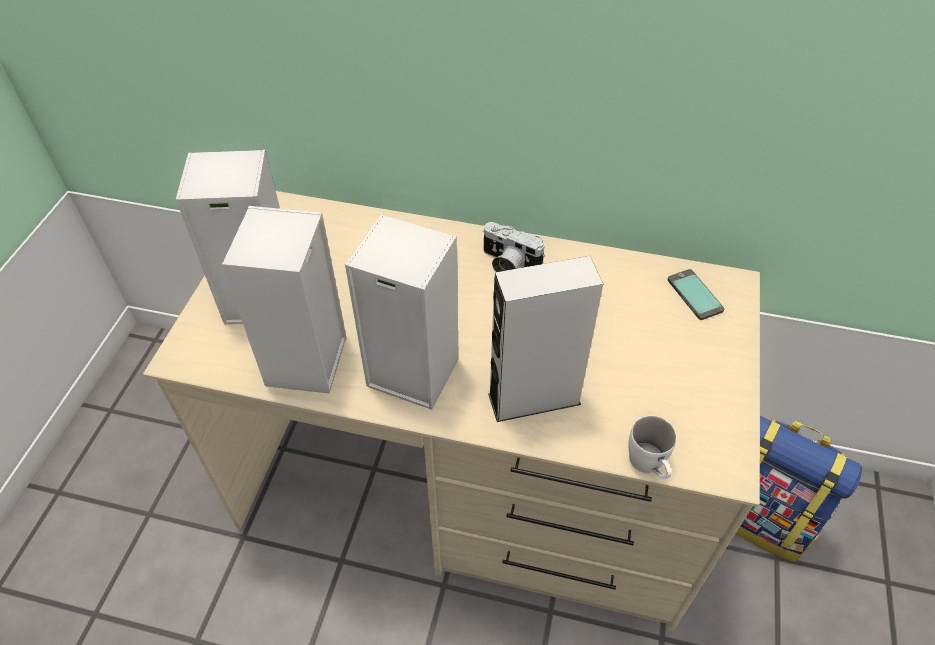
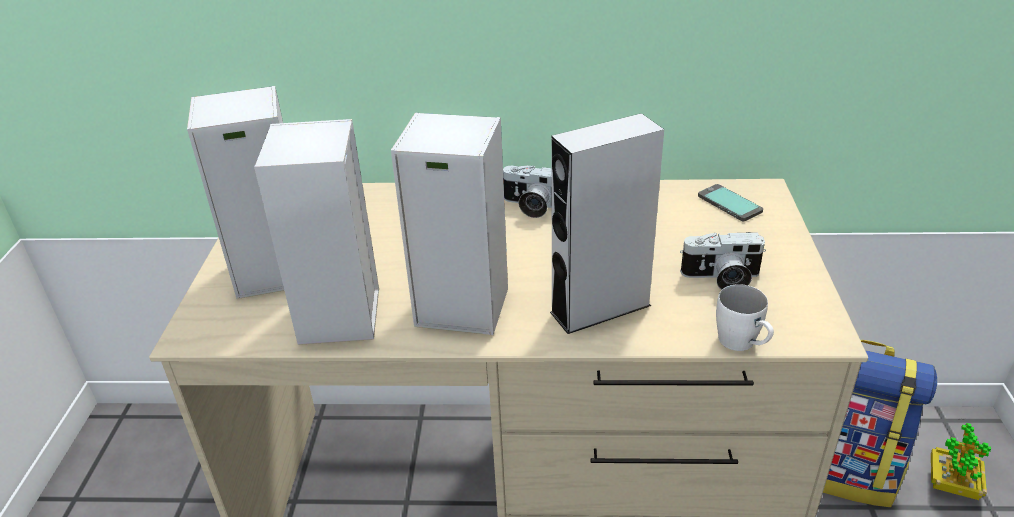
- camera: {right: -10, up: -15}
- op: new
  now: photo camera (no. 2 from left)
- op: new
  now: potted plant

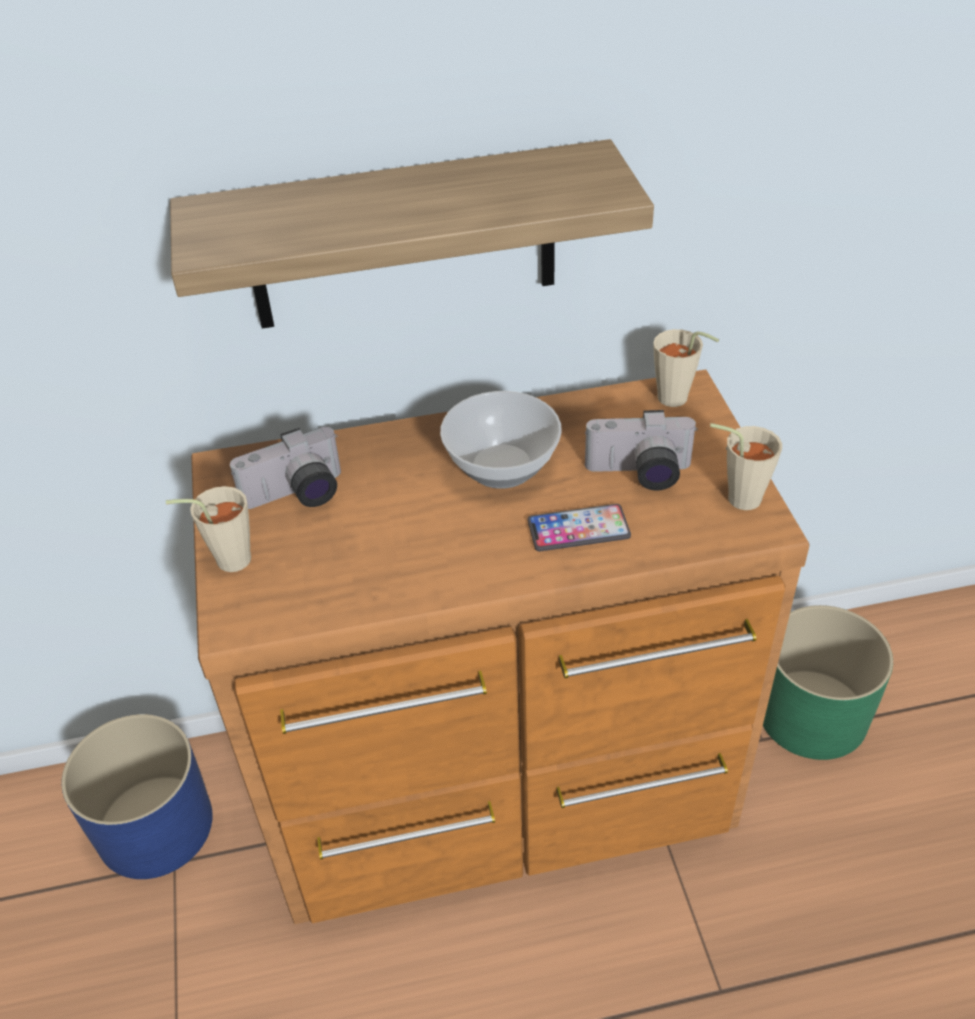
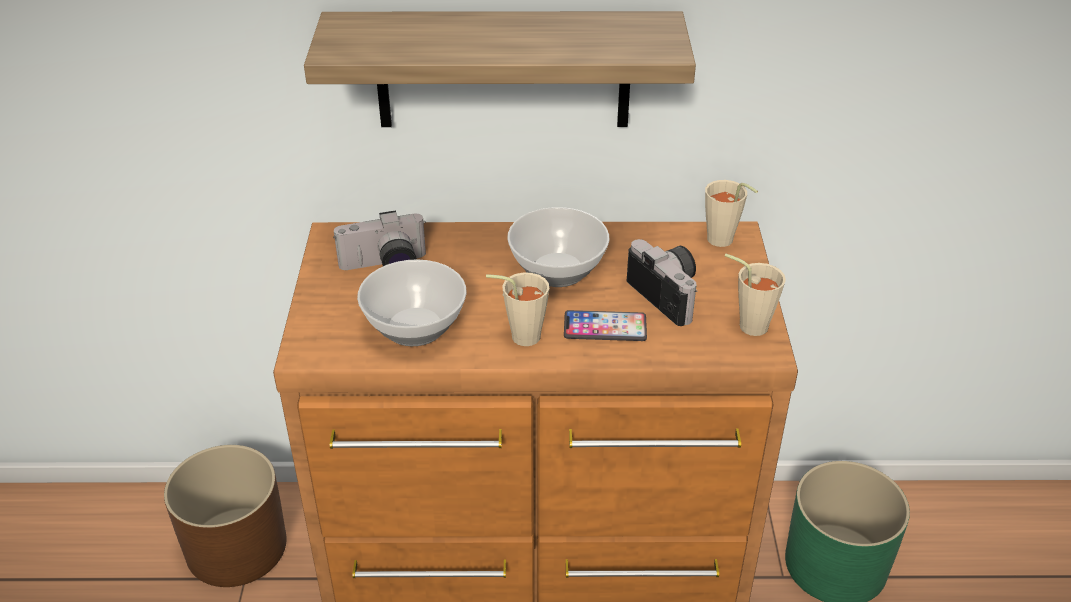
- camera: {right: 10, up: -5}
- op: rotated
  was: photo camera (no. 2 from left)
  clockwise: -135
- op: shifted
  was: beige cup (no. 1 from left)
- op: repainted
  was: blue planter
  now: brown planter
- op: new
  now: bowl (no. 1 from left)

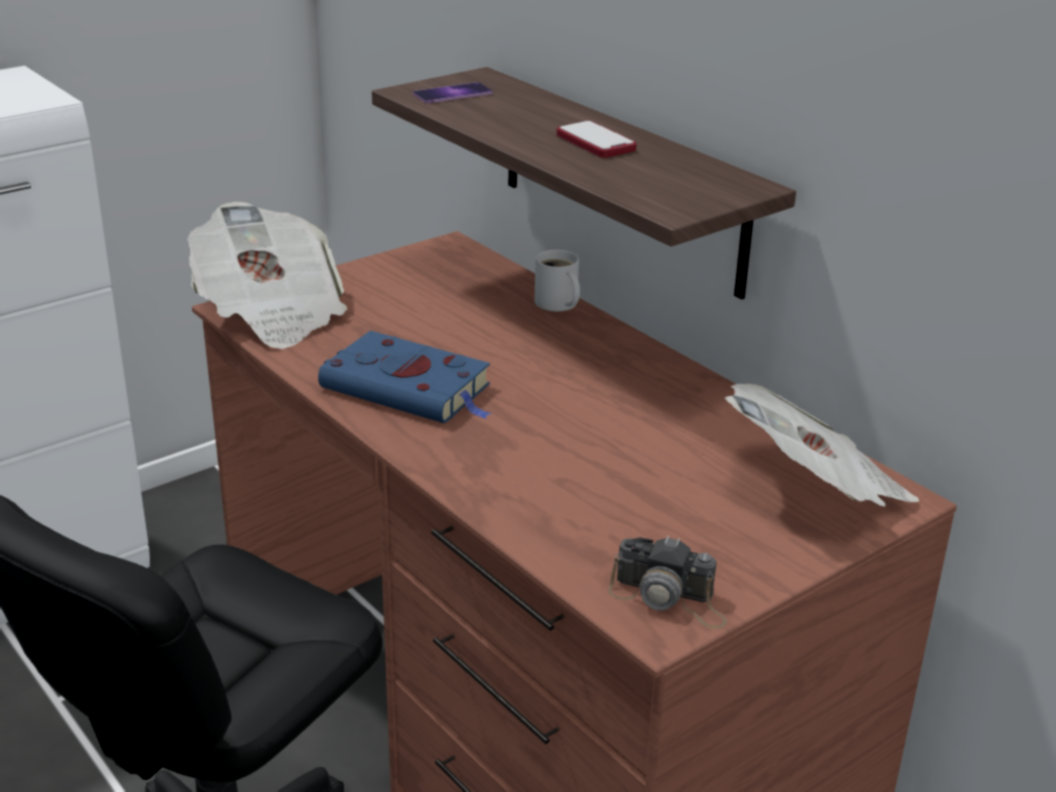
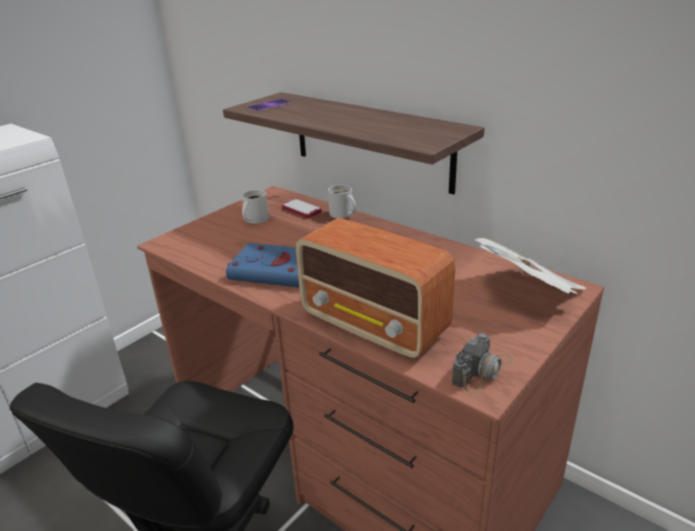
- camera: {right: -10, up: 0}
- op: shifted
  was: phone (no. 2 from left)
- op: gone
  was: newspaper (no. 1 from left)
- op: rotated
  was: photo camera
  clockwise: -60
- op: new
  now: white mug (no. 1 from left)
- op: new
  now: radio

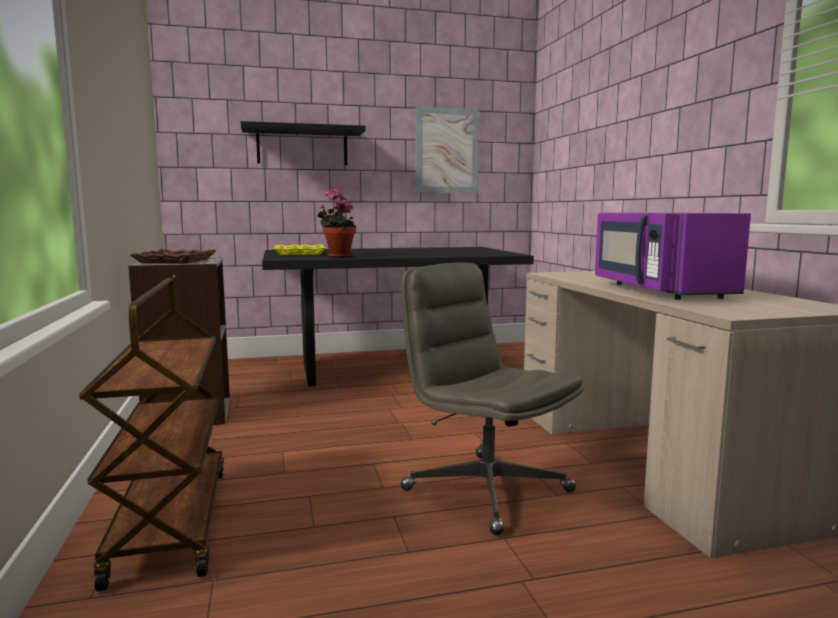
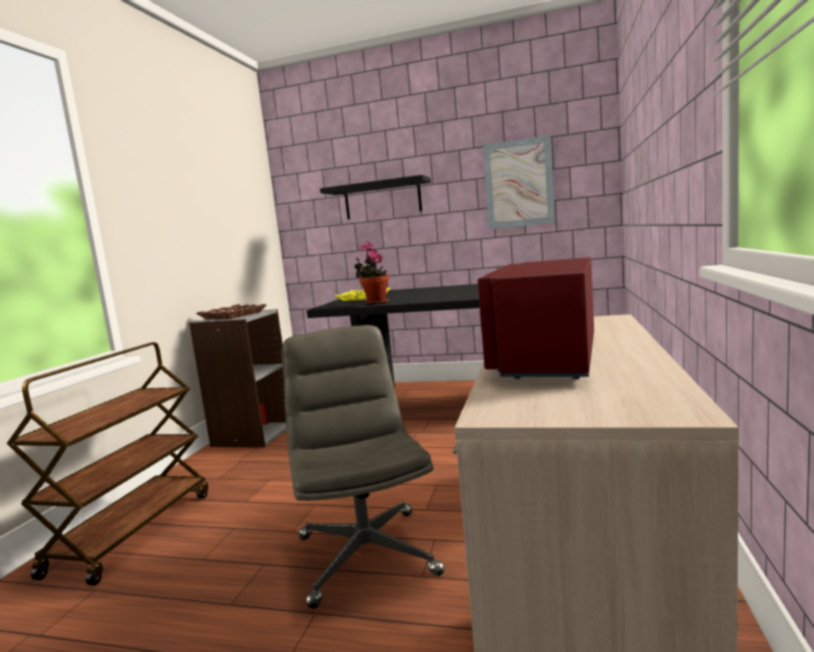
- camera: {right: 30, up: 0}
- op: repainted
  was: purple microwave
  now: red microwave

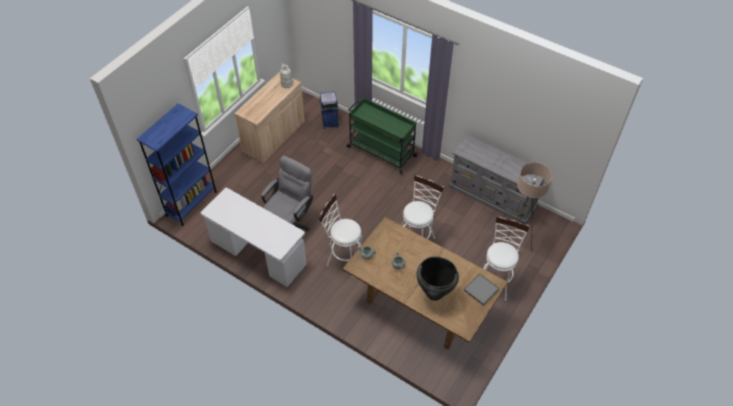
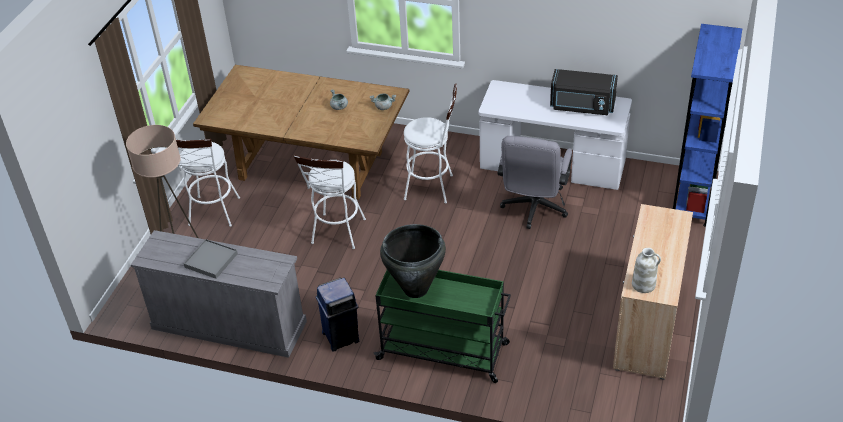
- camera: {right: 165, up: -10}
- op: shifted
  was: blue trash can
- op: shifted
  was: black vase
- op: shifted
  was: grey tray
- op: new
  now: black microwave

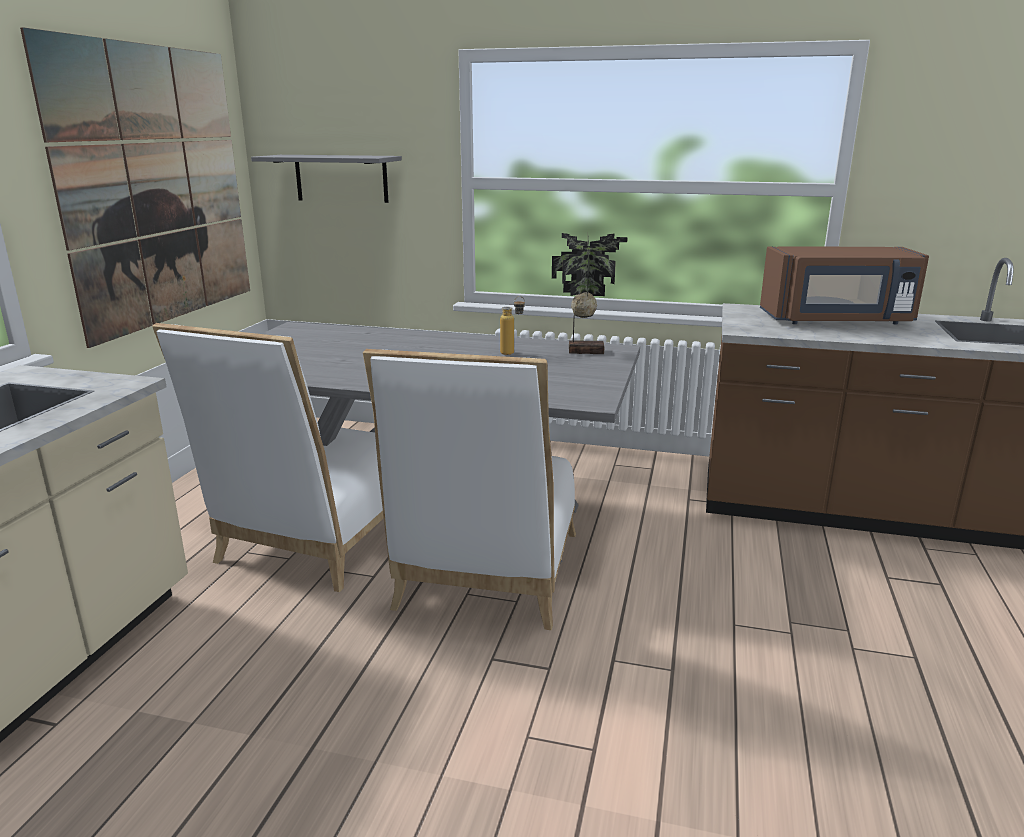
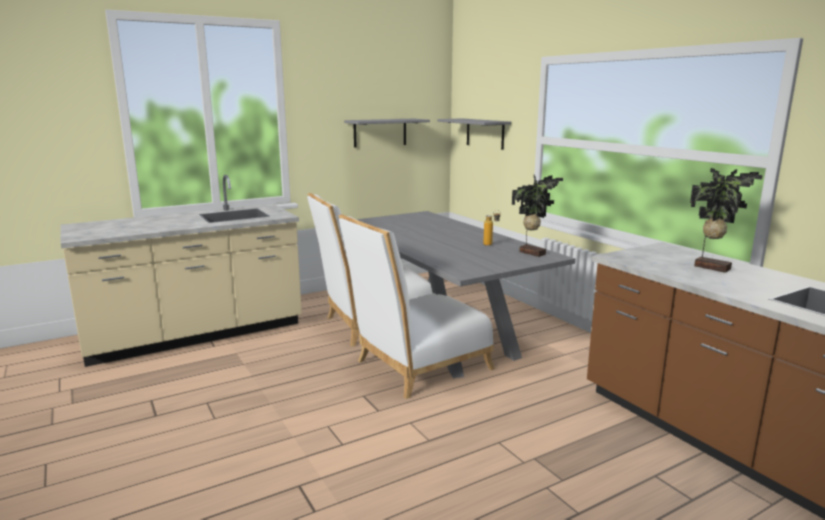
- camera: {right: 45, up: -5}
- op: swapped
  was: picture
  now: grey shelf (no. 1 from left)
- op: swapped
  was: brown microwave
  now: potted plant (no. 2 from left)

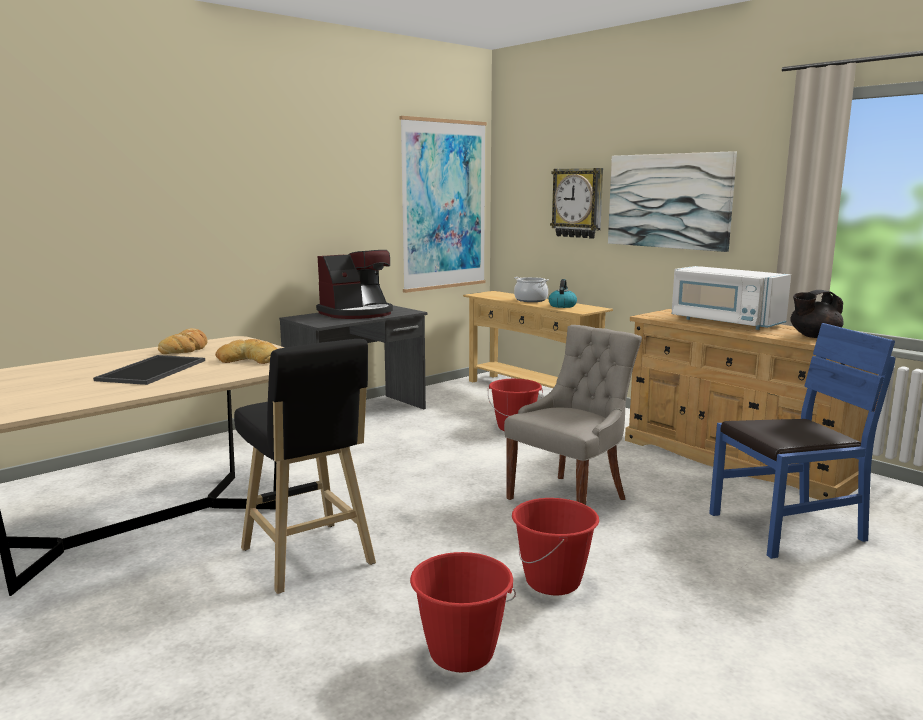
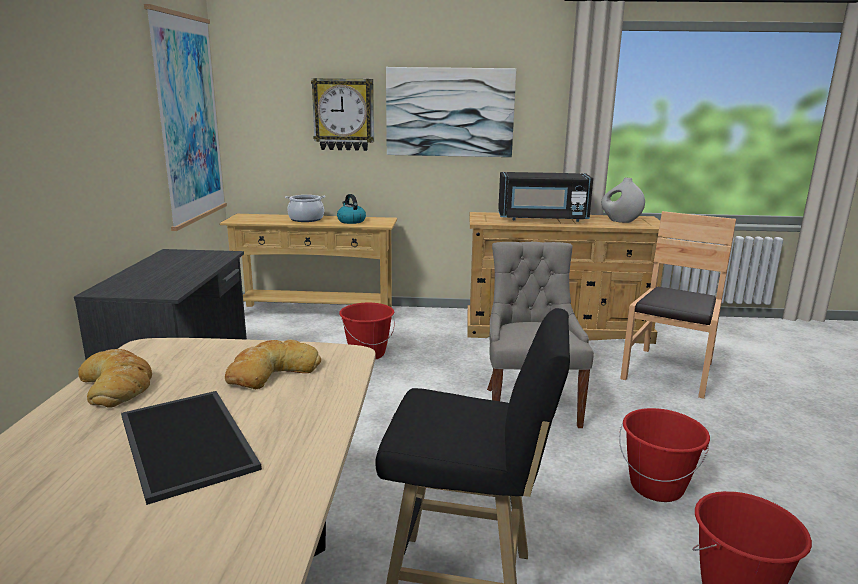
- camera: {right: -45, up: 5}
- op: gone
  was: coffee machine
- op: repainted
  was: white microwave
  now: black microwave
- op: swapped
  was: black teapot
  now: white vase
- op: repainted
  was: blue chair
  now: brown chair

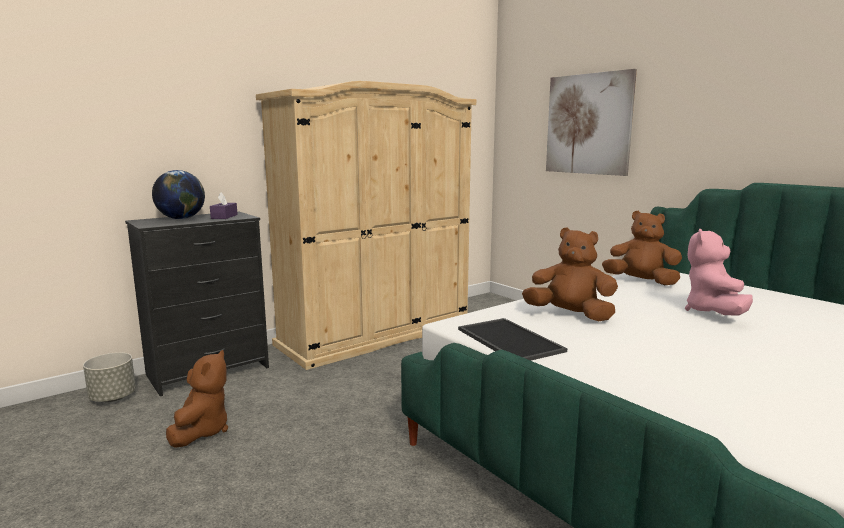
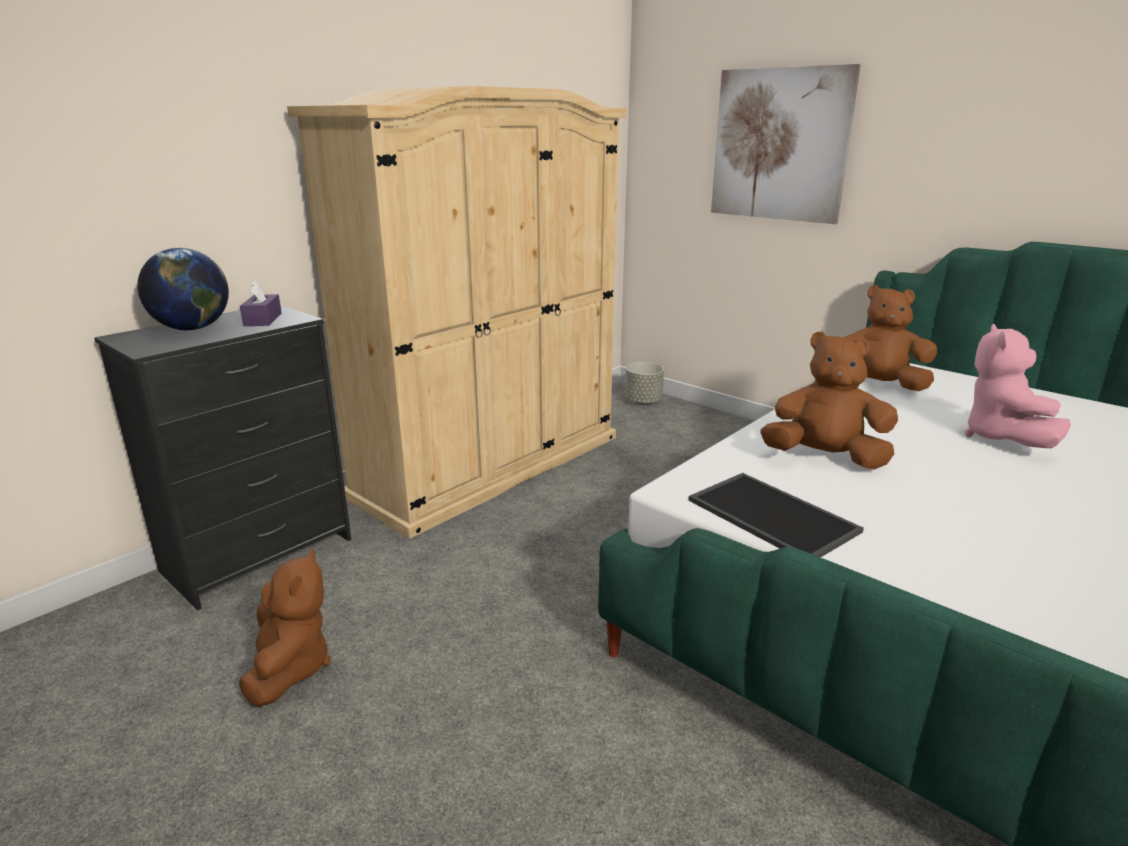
- camera: {right: -10, up: 10}
- op: shifted
  was: grey planter

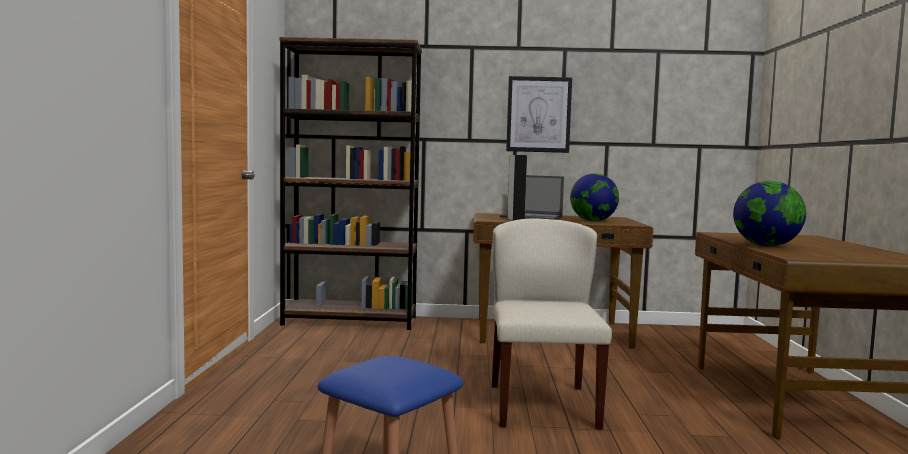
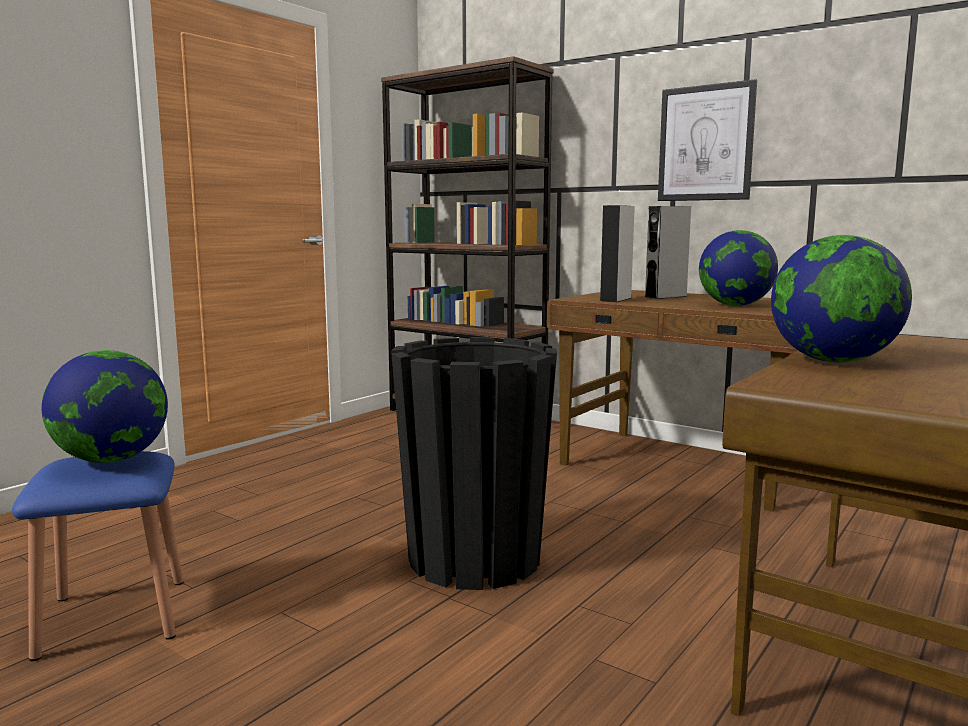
- camera: {right: 35, up: 5}
- op: swapped
  was: laptop
  now: grey speaker (no. 2 from left)
- op: swapped
  was: beige chair
  now: black planter
- op: new
  now: globe (no. 1 from left)

